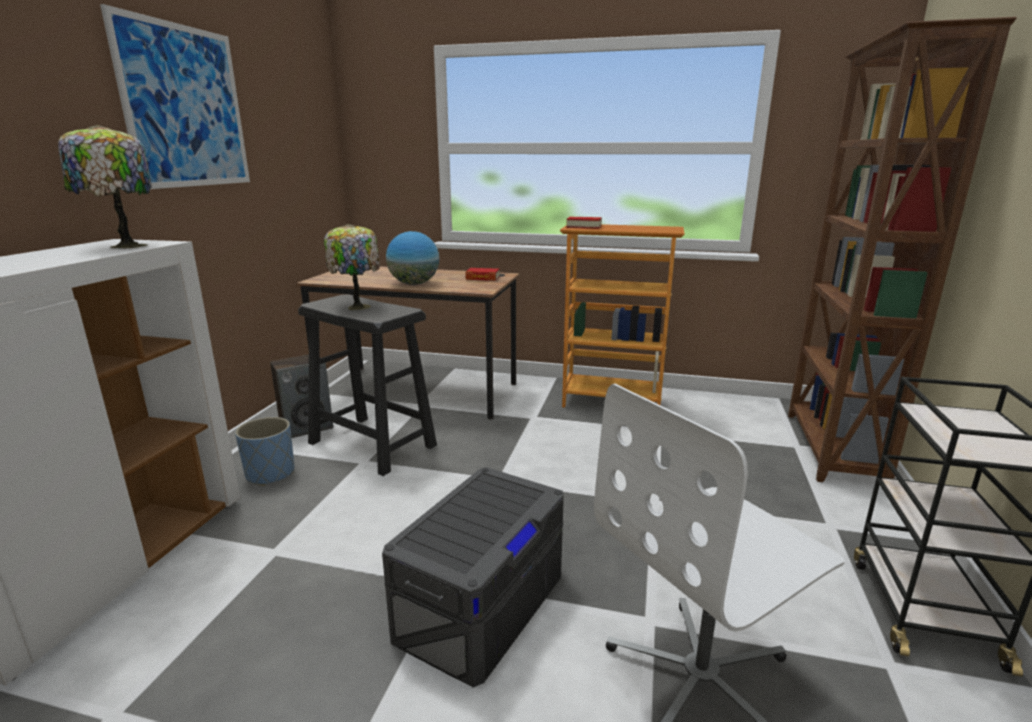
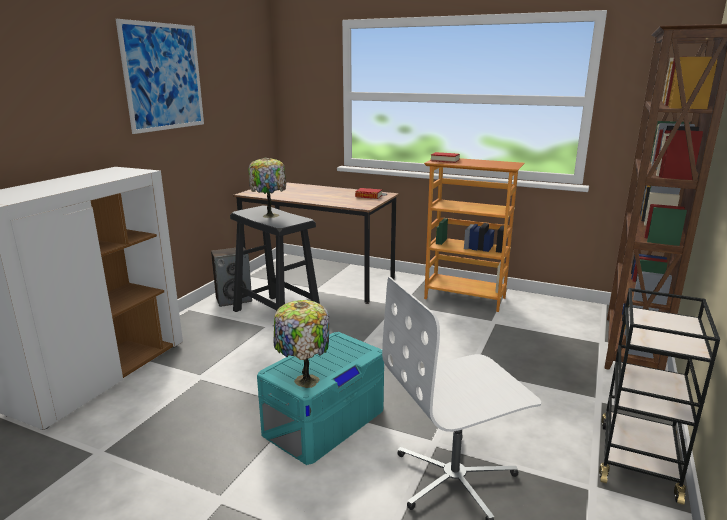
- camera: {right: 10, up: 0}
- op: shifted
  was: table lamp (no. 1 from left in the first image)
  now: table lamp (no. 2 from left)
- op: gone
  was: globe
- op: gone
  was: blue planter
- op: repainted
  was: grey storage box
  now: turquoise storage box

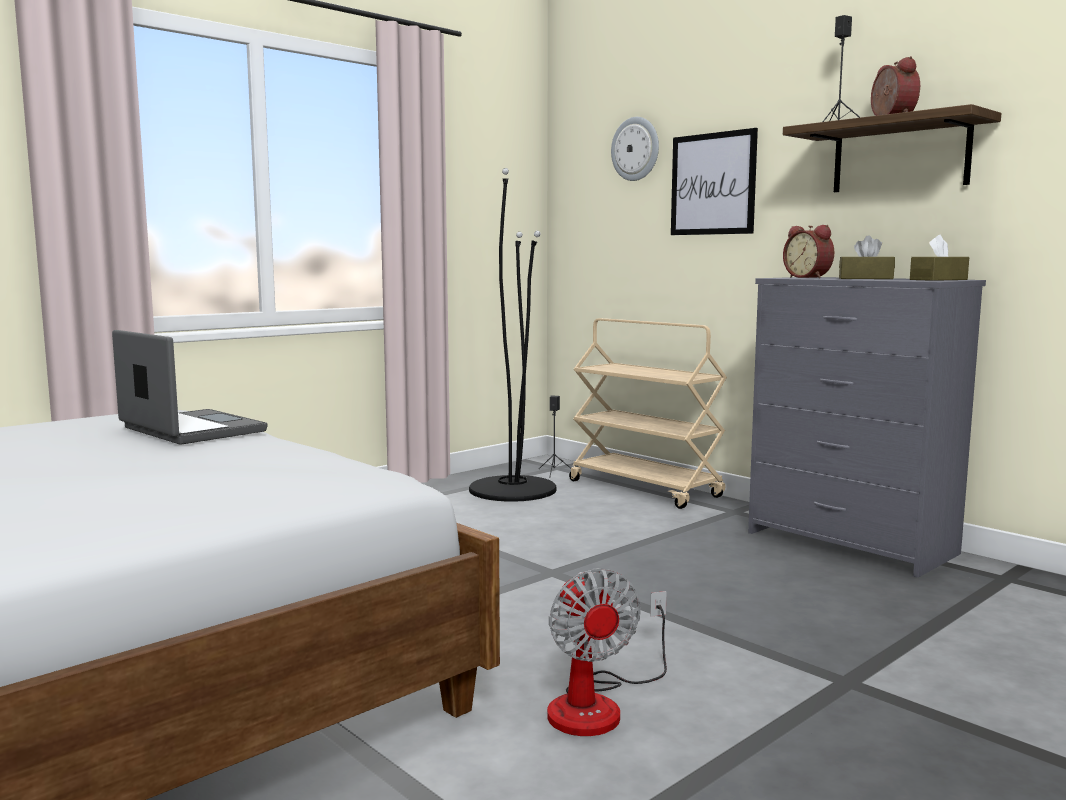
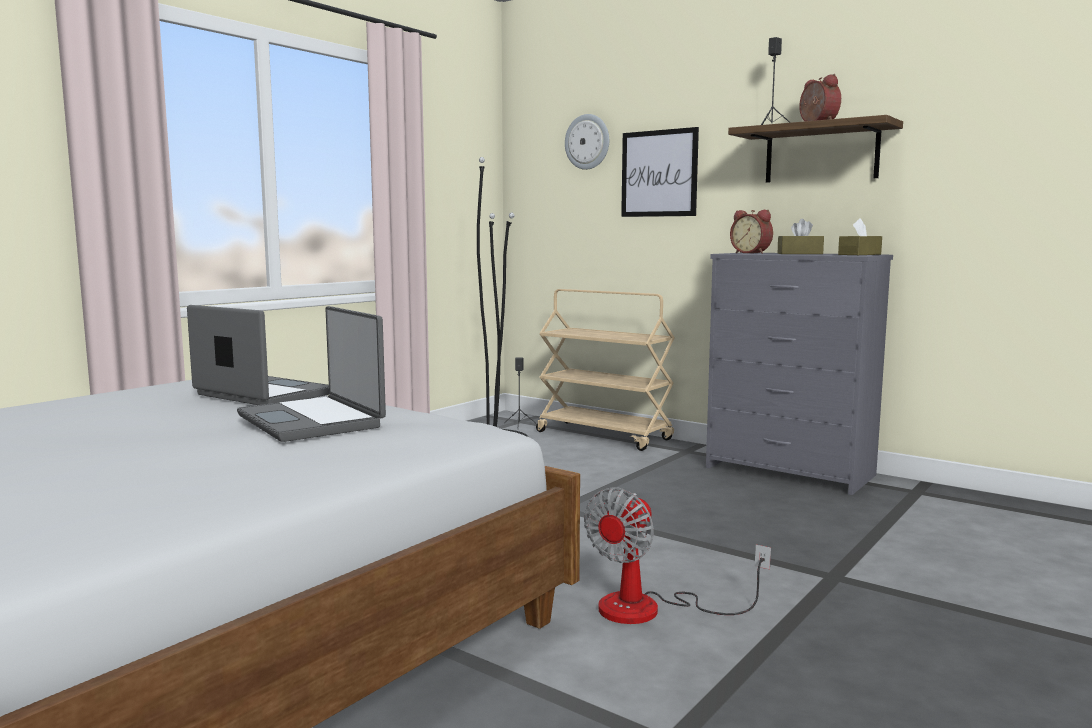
- camera: {right: -10, up: 0}
- op: rotated
  was: fan
  clockwise: 60
- op: new
  now: laptop (no. 2 from left)

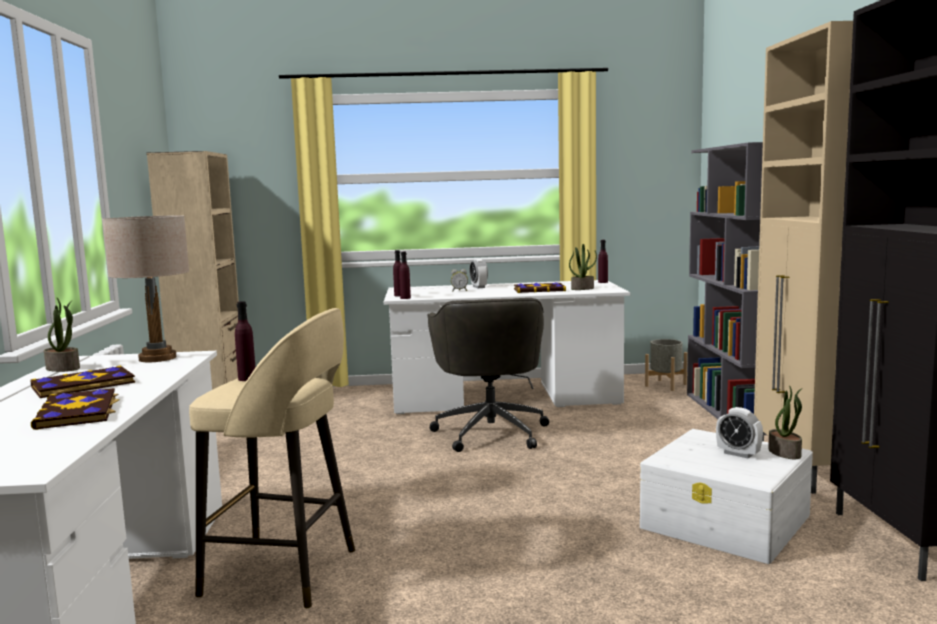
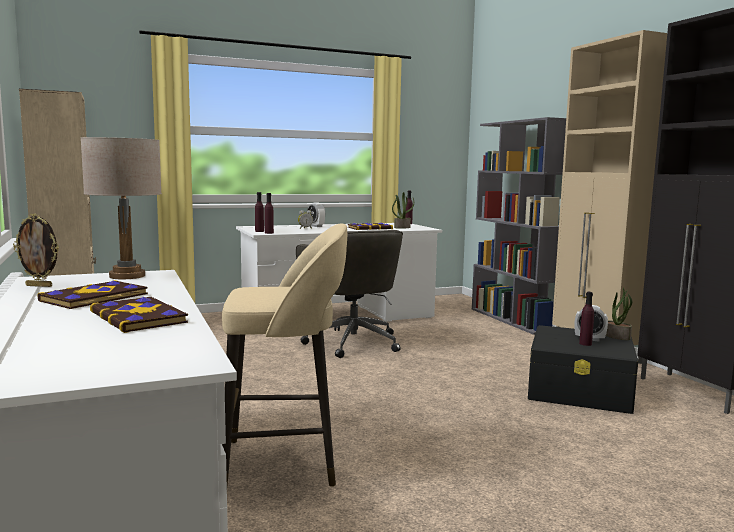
- camera: {right: -20, up: 0}
- op: swapped
  was: potted plant (no. 1 from left)
  now: picture frame
- op: shifted
  was: purple bottle (no. 1 from left in the first image)
  now: purple bottle (no. 4 from left)
- op: gone
  was: grey planter
- op: repainted
  was: white storage box
  now: black storage box

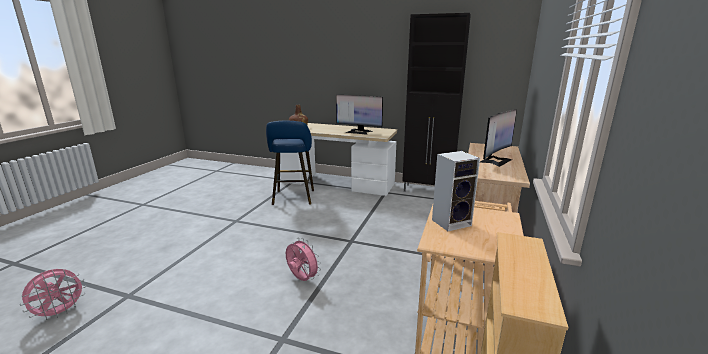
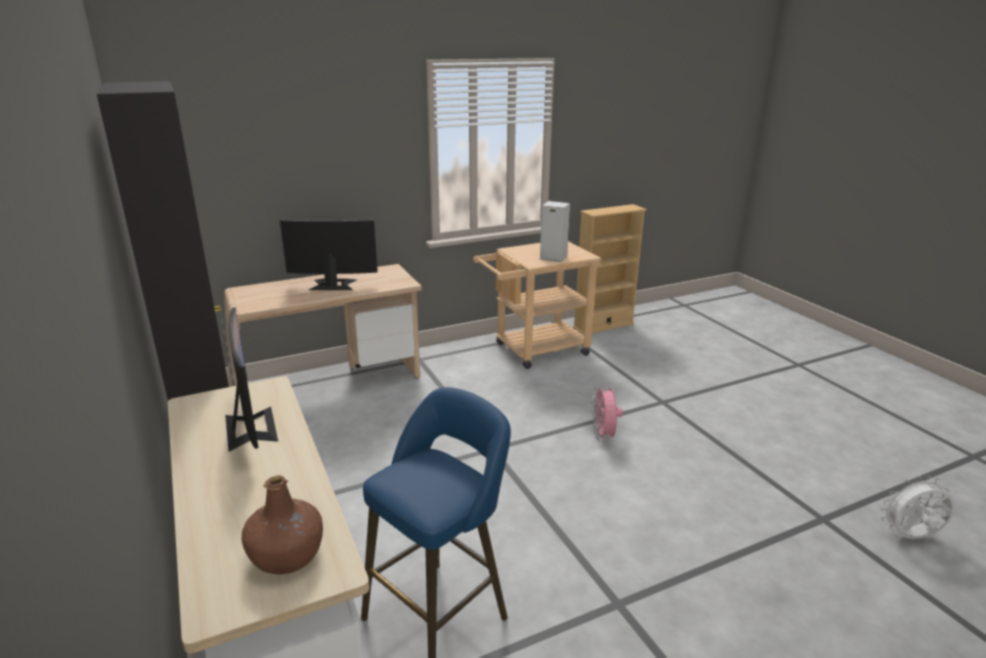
- camera: {right: -135, up: 5}
- op: repainted
  was: pink fan (no. 1 from left)
  now: white fan

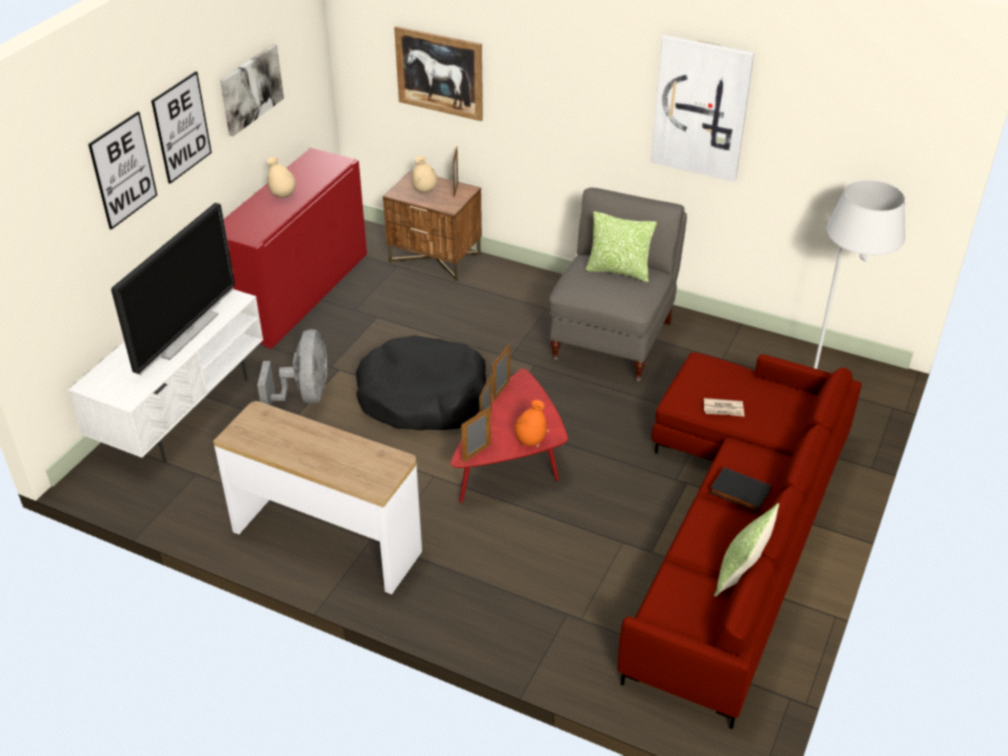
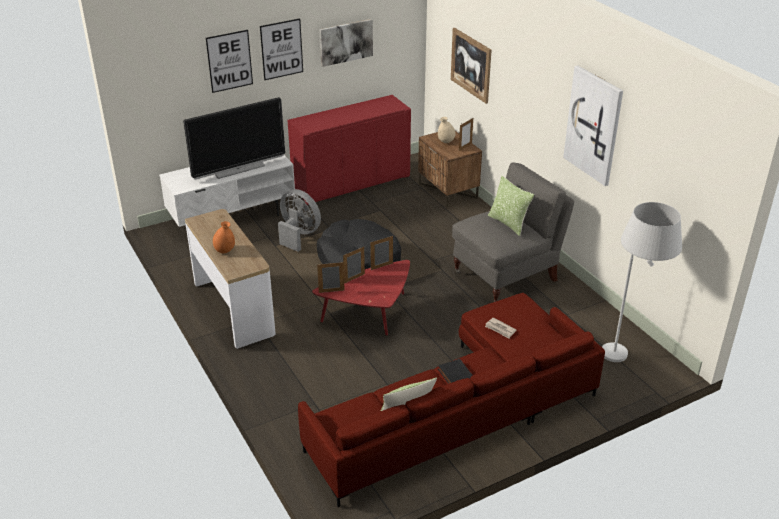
- camera: {right: 35, up: -5}
- op: gone
  was: beige vase (no. 1 from left)
- op: rotated
  was: grey fan
  clockwise: -90
- op: shifted
  was: orange vase

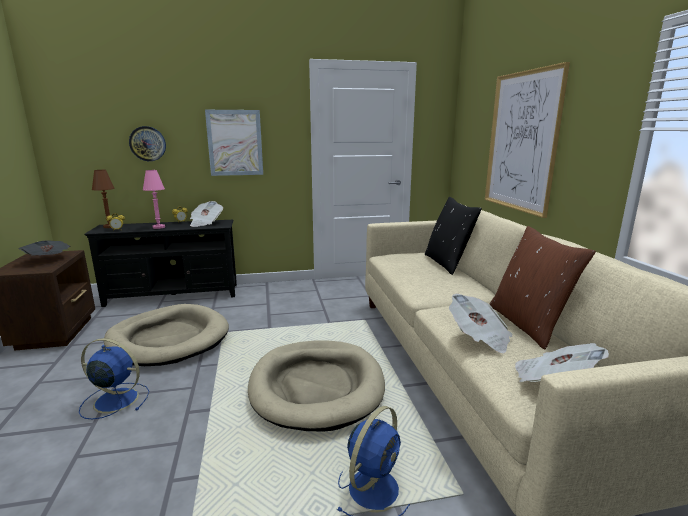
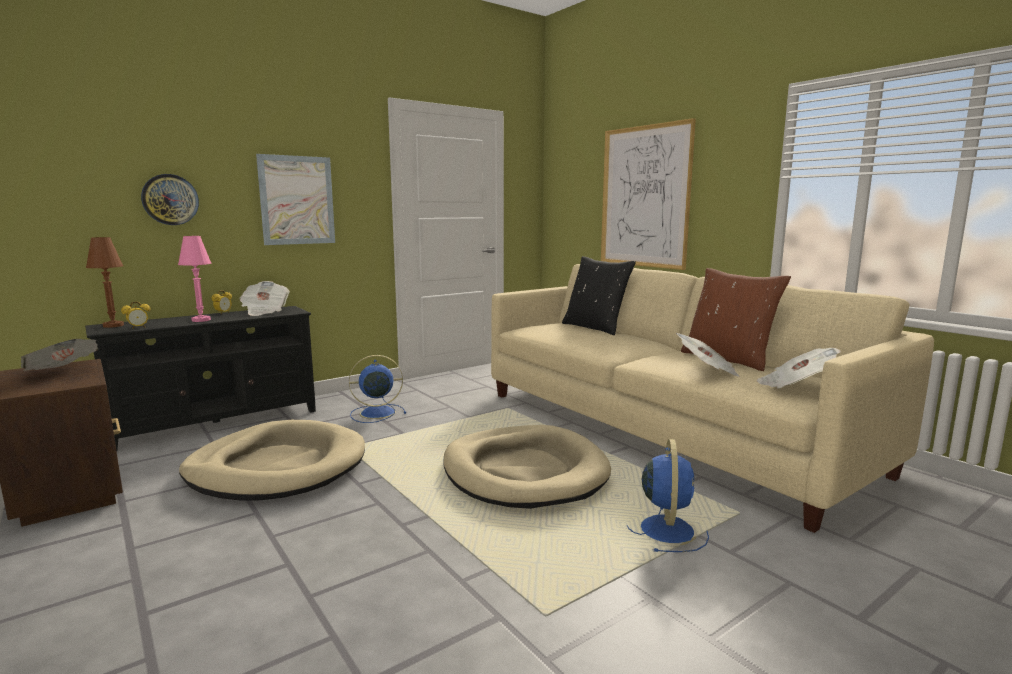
- camera: {right: -25, up: -5}
- op: shifted
  was: blue fan (no. 1 from left)

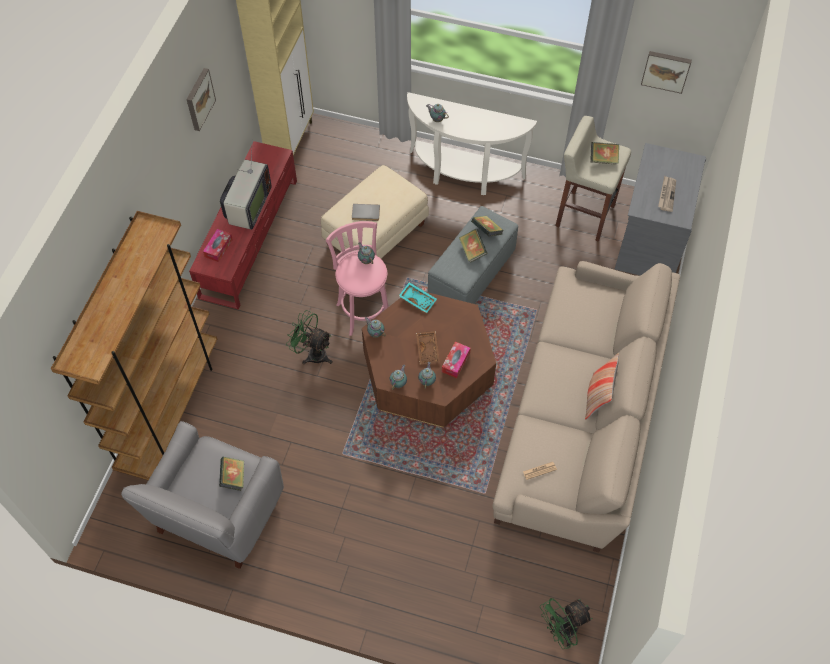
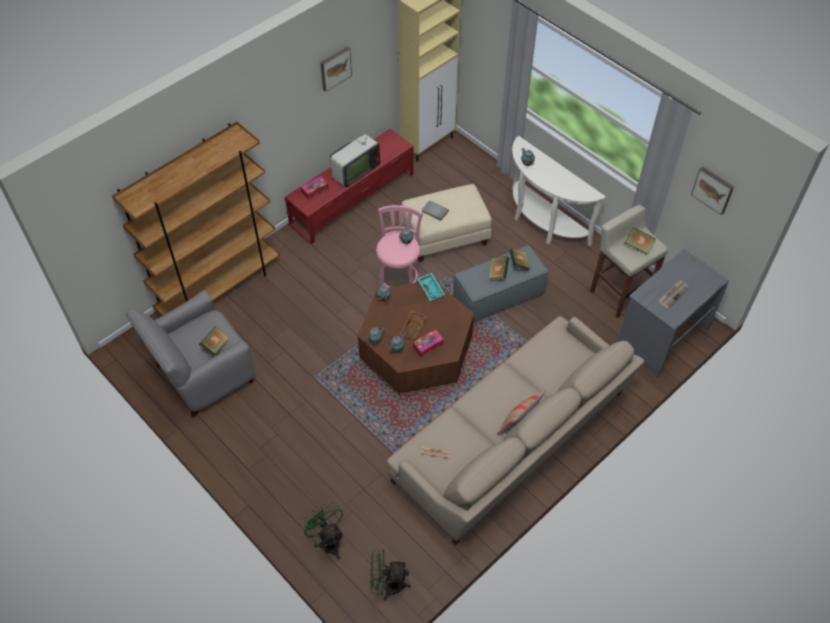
- camera: {right: 30, up: -5}
- op: shifted
  was: green fan (no. 1 from left)

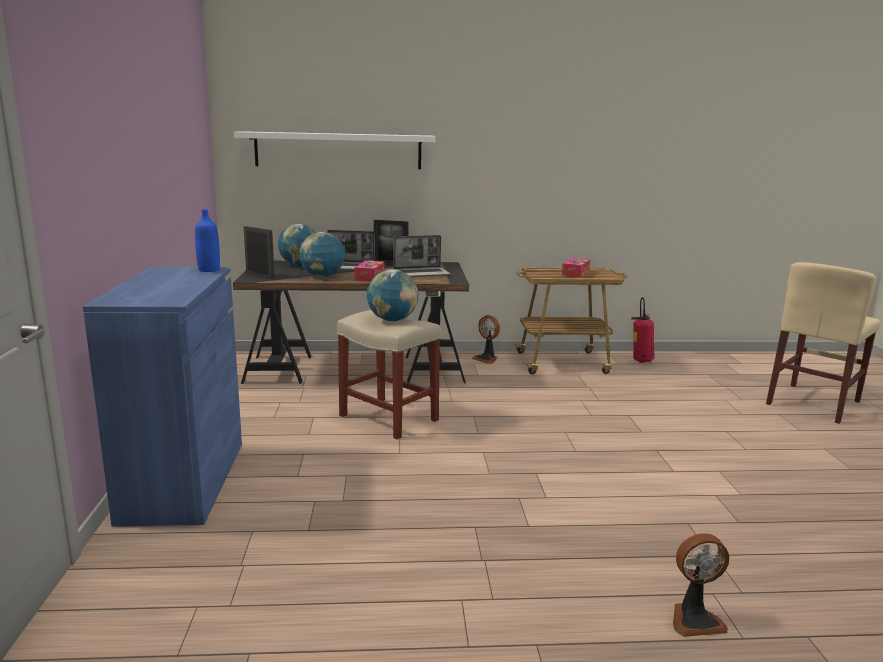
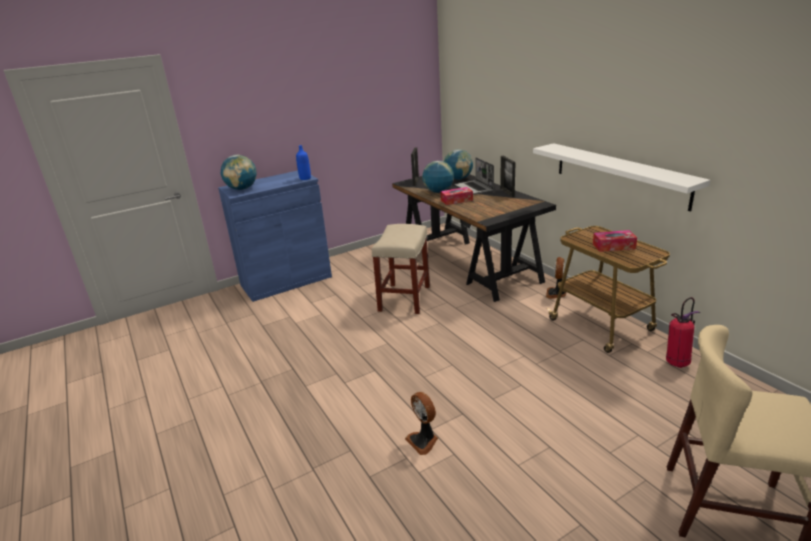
- camera: {right: 65, up: 10}
- op: shifted
  was: white shelf
- op: gone
  was: laptop (no. 2 from left)
- op: shifted
  was: globe (no. 3 from left in the first image)
  now: globe (no. 1 from left)
- op: shifted
  was: fan (no. 2 from left in the first image)
  now: fan (no. 1 from left)

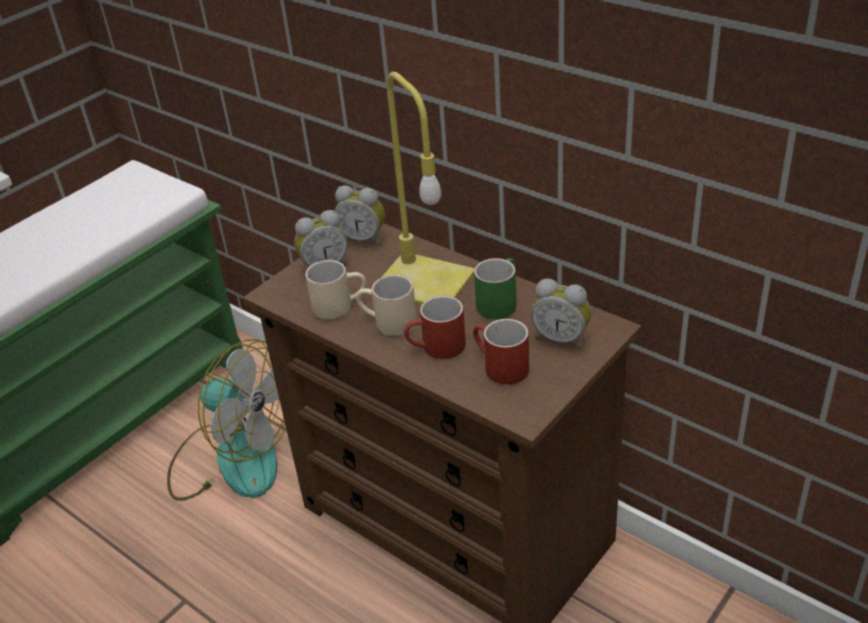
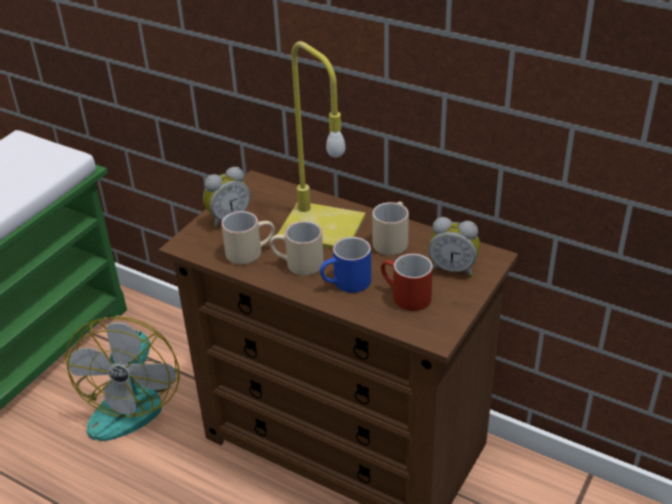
- camera: {right: -10, up: 0}
- op: gone
  was: alarm clock (no. 2 from left)
- op: repainted
  was: green mug
  now: beige mug (no. 3 from left)
- op: repainted
  was: red mug (no. 1 from left)
  now: blue mug
- op: rotated
  was: fan
  clockwise: 75

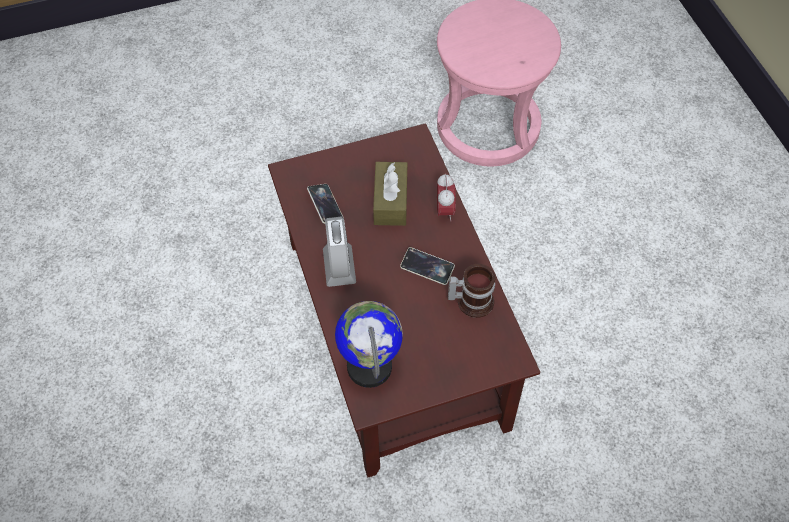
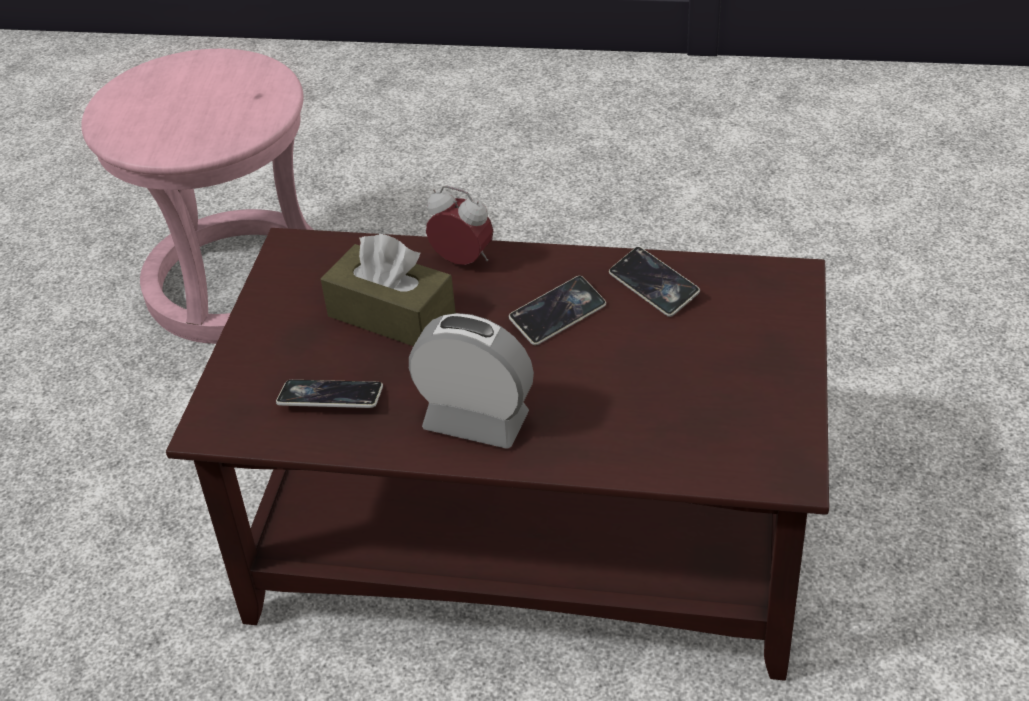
- camera: {right: -60, up: -15}
- op: swapped
  was: mug
  now: phone (no. 3 from left)
- op: gone
  was: globe

